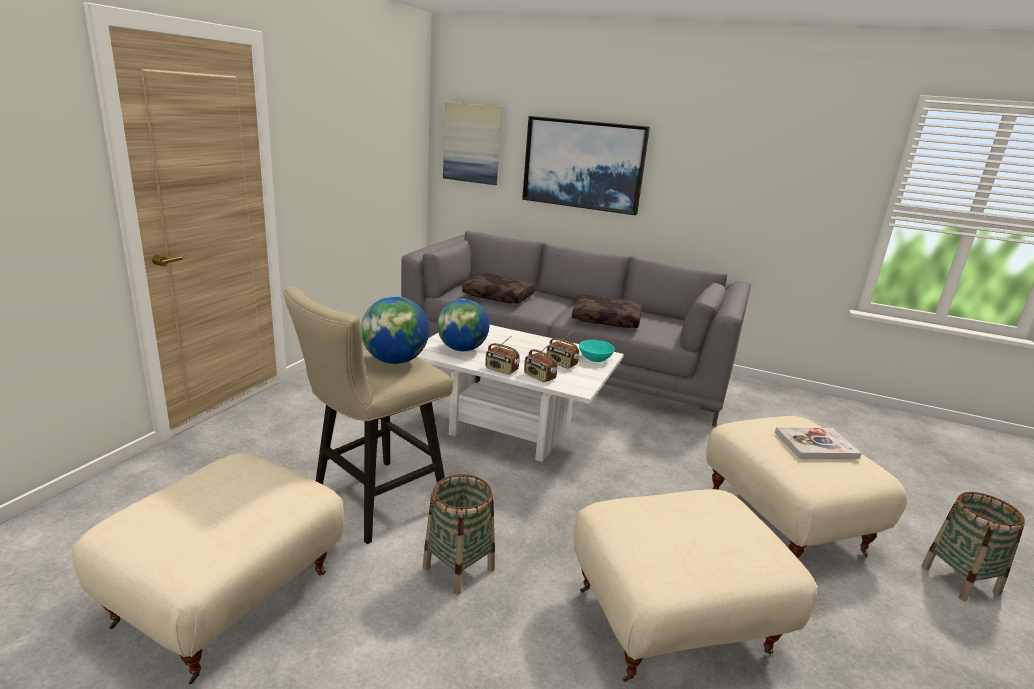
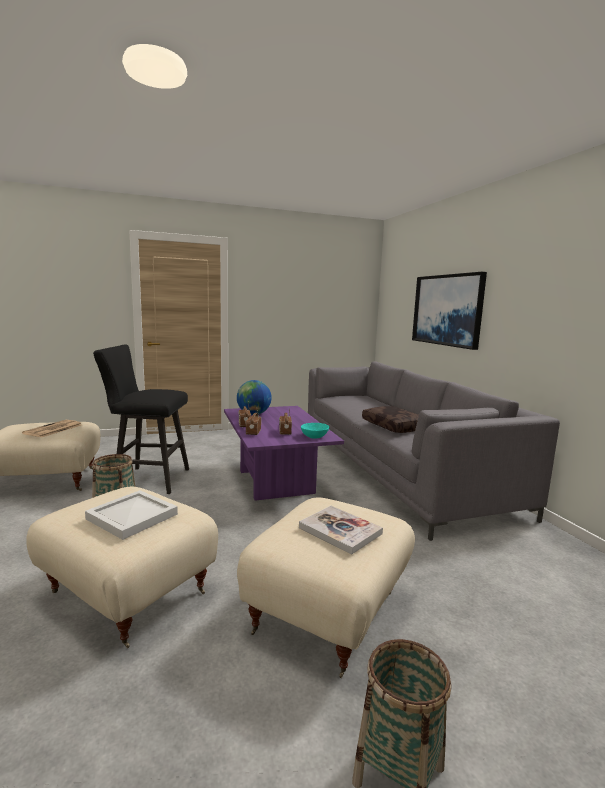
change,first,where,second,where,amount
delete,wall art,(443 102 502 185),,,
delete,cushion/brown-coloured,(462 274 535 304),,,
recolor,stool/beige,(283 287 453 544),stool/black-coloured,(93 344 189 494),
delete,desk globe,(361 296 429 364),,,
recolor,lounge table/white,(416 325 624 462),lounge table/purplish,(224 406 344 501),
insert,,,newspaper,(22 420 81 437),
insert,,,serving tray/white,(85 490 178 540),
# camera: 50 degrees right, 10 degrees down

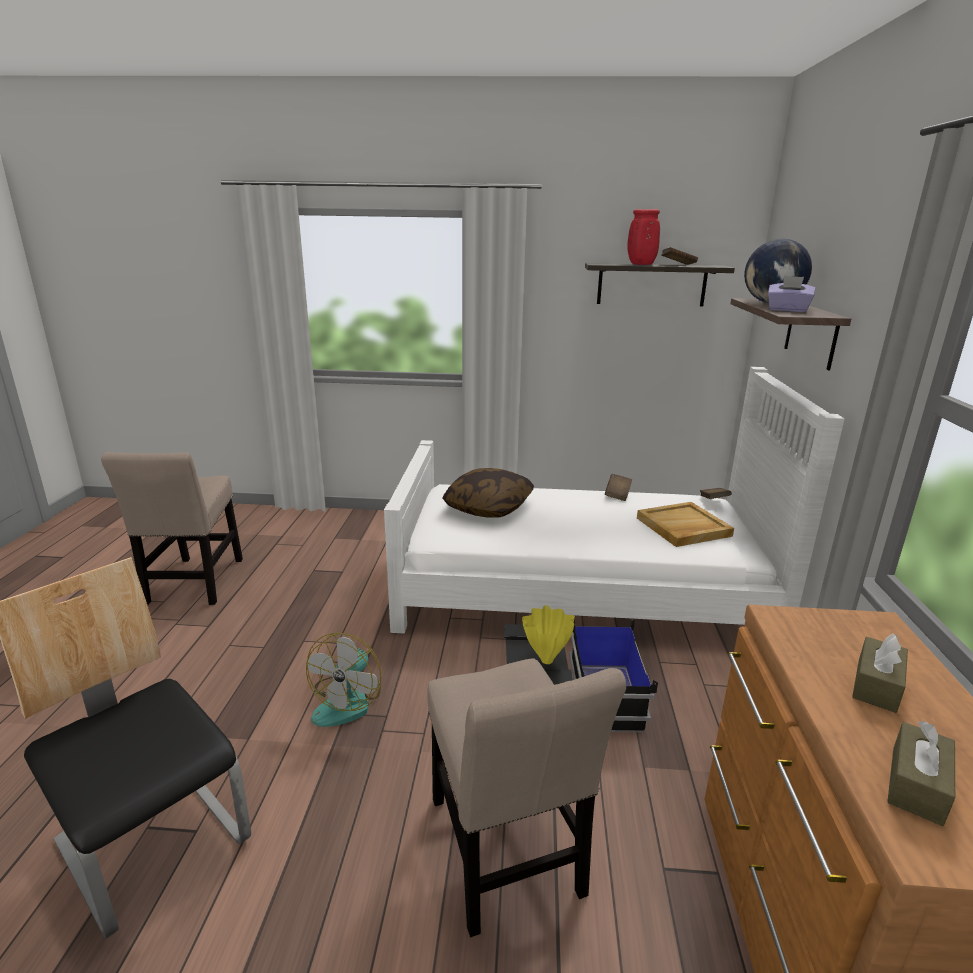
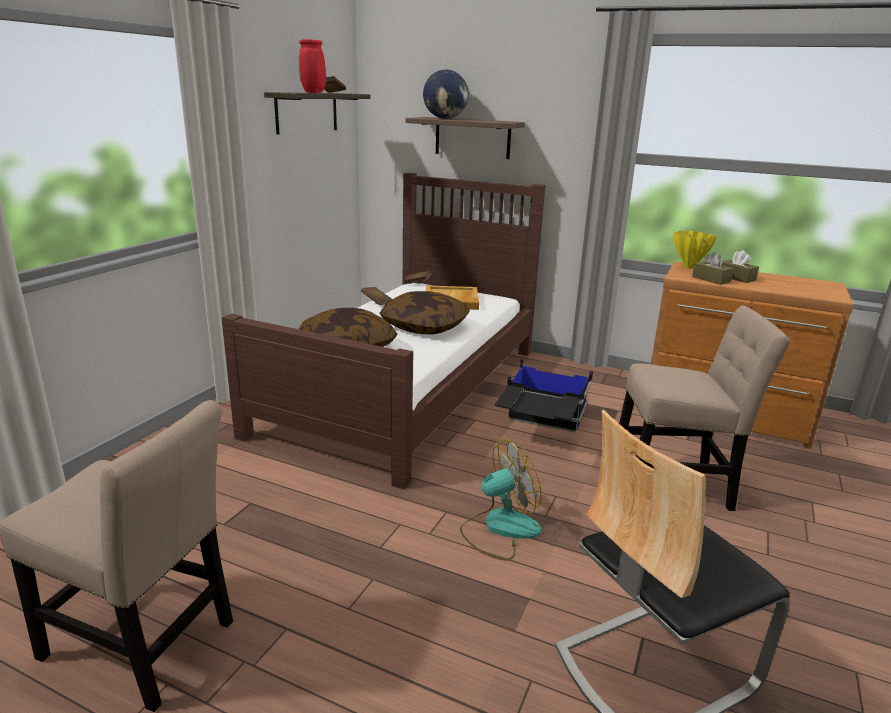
change,first,where,second,where,amount
delete,tissue holder/purplish,(768 276 815 312),,,
recolor,bedroom bed/white,(384 367 845 634),bedroom bed/brown-coloured,(222 173 545 490),
move,flower vase/yellowish,(522 605 575 664),,(674 230 717 269),
rotate,cooling fan,(306 633 381 727),,(460 439 542 560),60 degrees counterclockwise
move,tissue holder/brown-coloured,(887 721 955 826),,(692 252 734 285),
insert,,,cushion,(379 291 470 334),
# camera: 70 degrees left, 0 degrees up

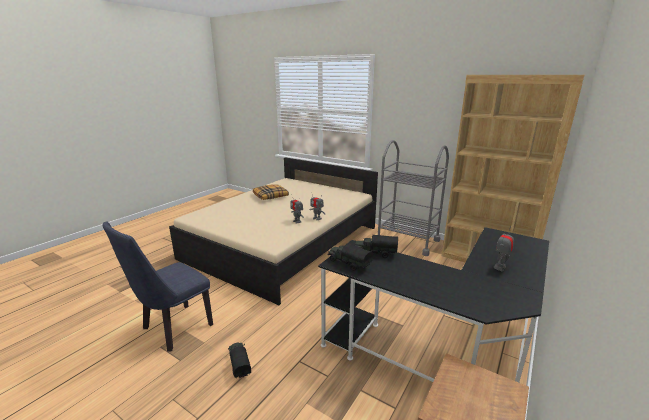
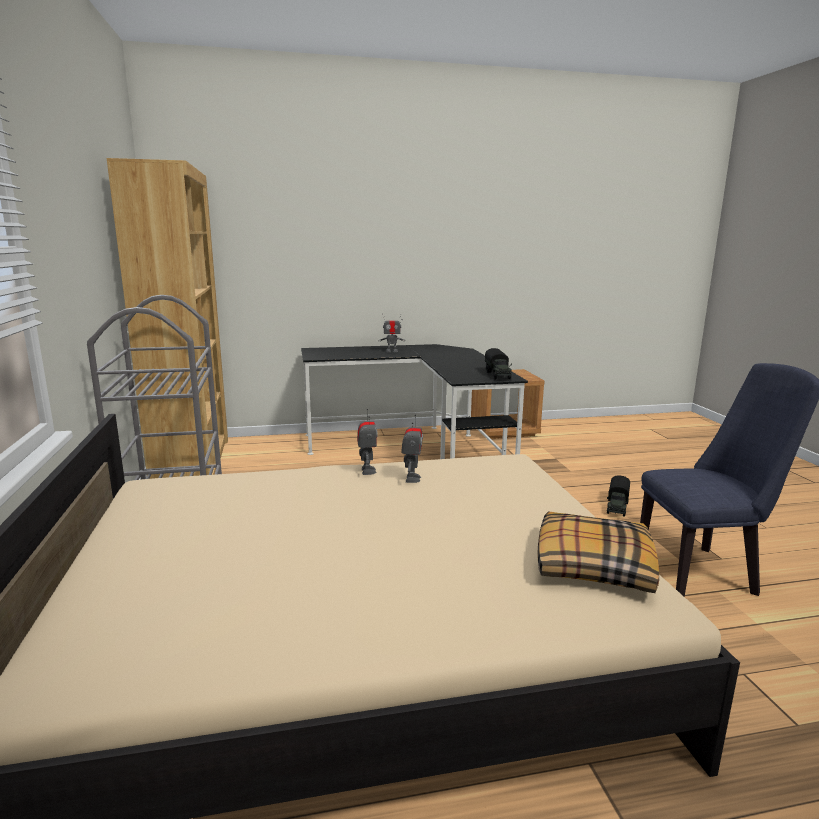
change,first,where,second,where,amount
move,cushion,(253 184 289 200),,(537 511 659 593),
delete,model truck,(354 235 398 258),,,
# camera: 135 degrees left, 5 degrees down

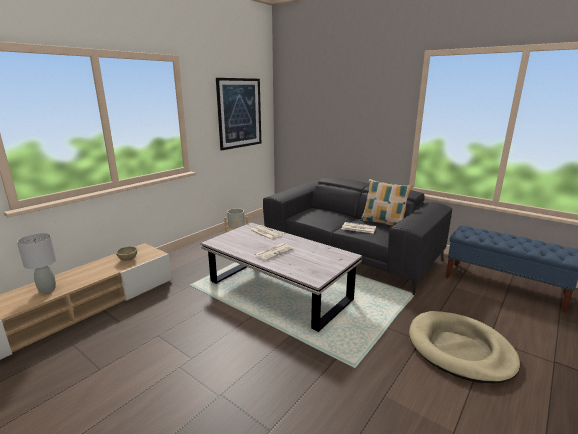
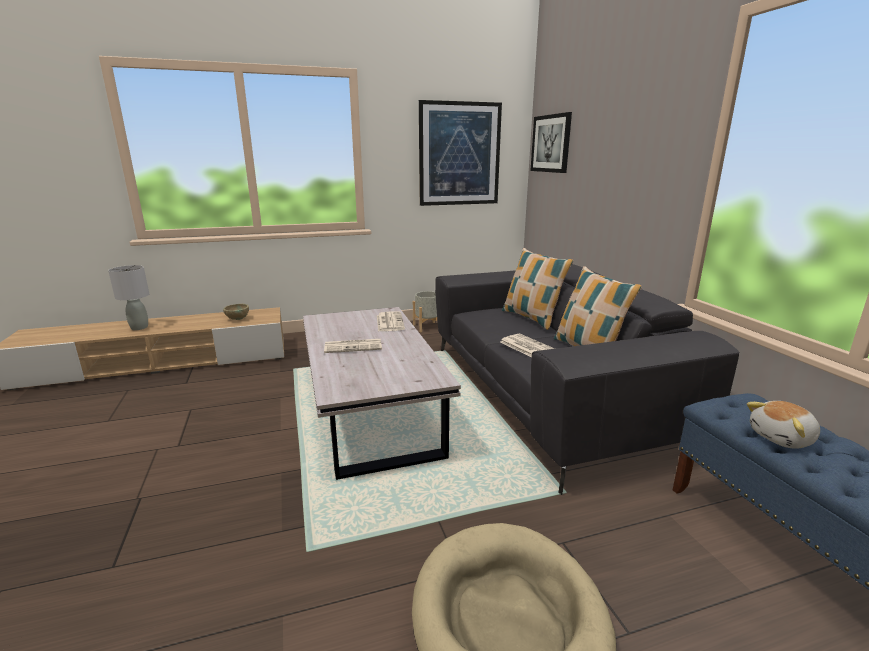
change,first,where,second,where,amount
insert,,,wall art,(531 112 572 173),
insert,,,cushion,(502 248 573 330),
insert,,,plush toy,(747 401 820 449),
# camera: 35 degrees right, 0 degrees up

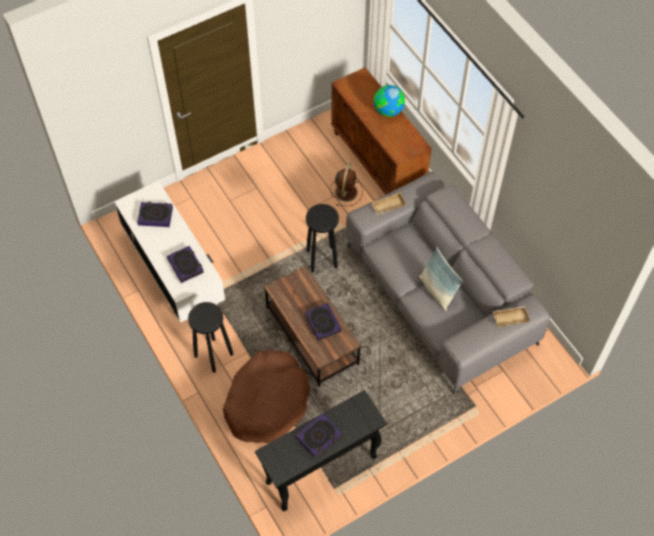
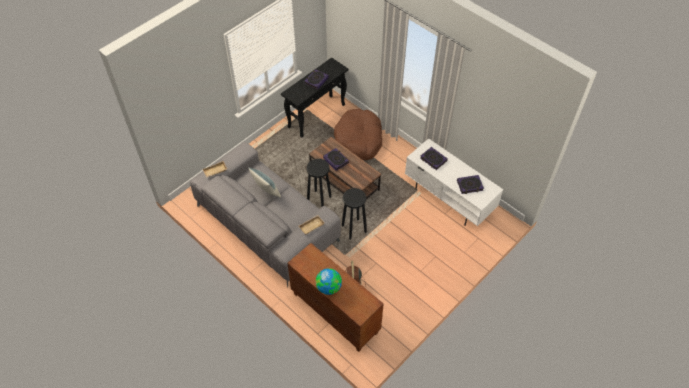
change,first,where,second,where,amount
move,stool/black-coloured,(188 302 233 373),,(307 159 331 207),
# camera: 165 degrees right, 5 degrees down

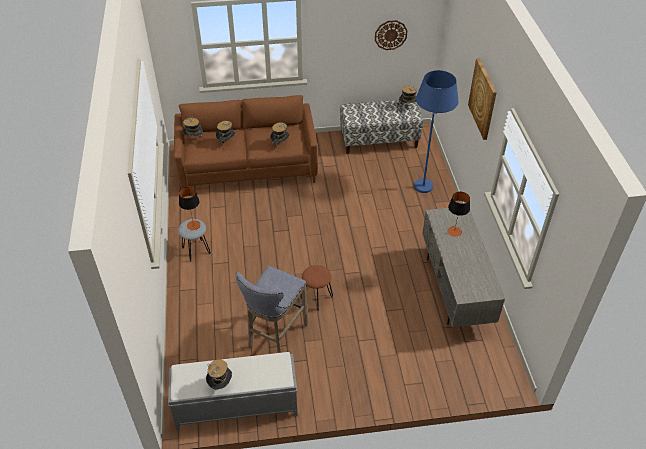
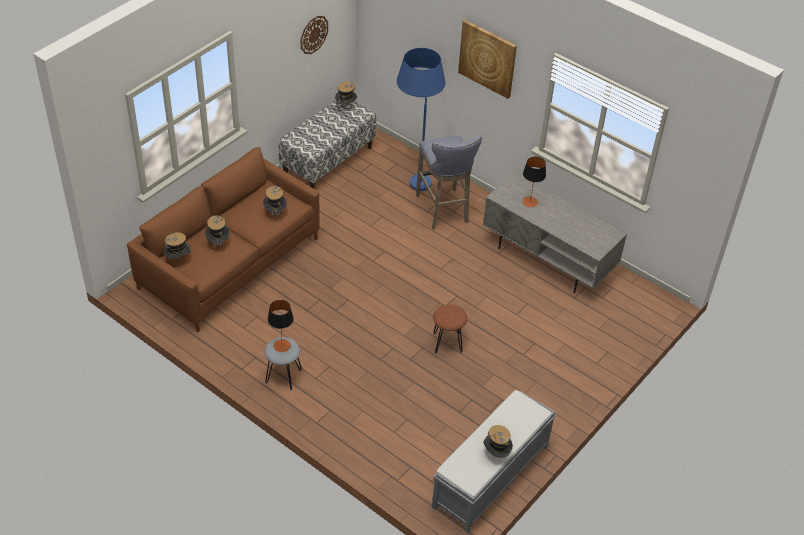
change,first,where,second,where,amount
move,stool/greyish,(235 266 308 353),,(416 135 482 229),
# camera: 45 degrees left, 0 degrees up

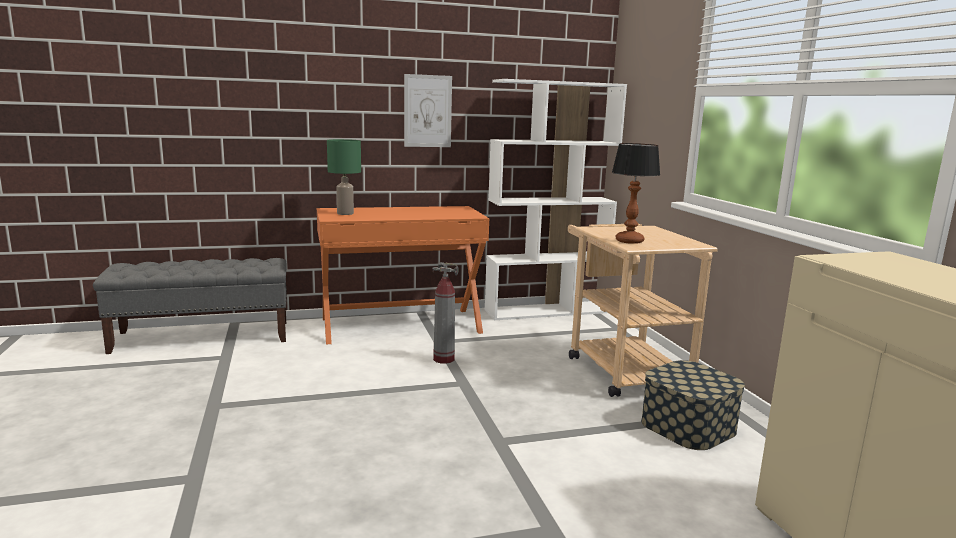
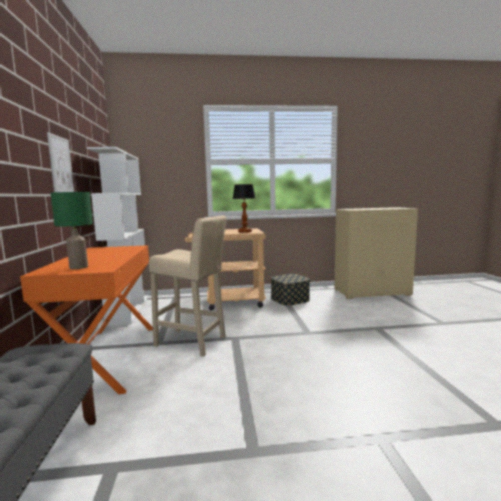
change,first,where,second,where,amount
replace,extinguisher,(432 262 459 364),stool/beige,(149 215 227 357),
# camera: 80 degrees left, 5 degrees down

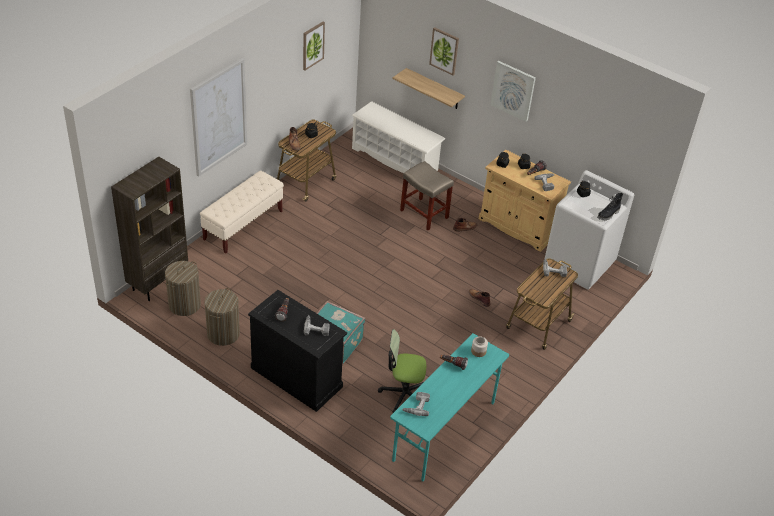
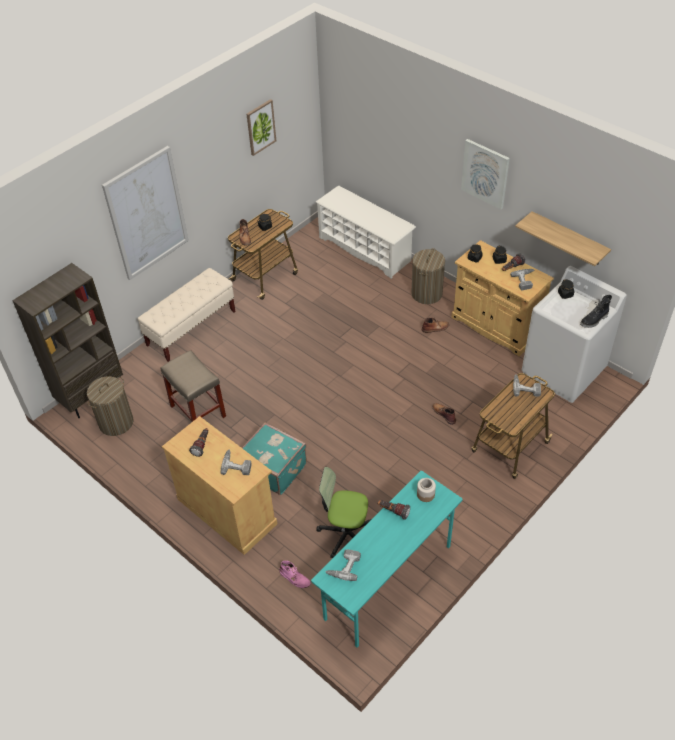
change,first,where,second,where,amount
delete,wall art,(429 27 459 75),,,
move,wall shelf,(393 68 465 109),,(515 211 611 266),
move,stool/beige,(400 161 454 230),,(161 350 226 422),
move,hamper,(204 288 240 346),,(411 248 445 304),
recolor,cabinet/black-coloured,(248 290 347 412),cabinet/beige,(162 416 277 555),
insert,,,high-top boot/pinkish,(279 561 311 588),
# camera: 10 degrees right, 5 degrees up

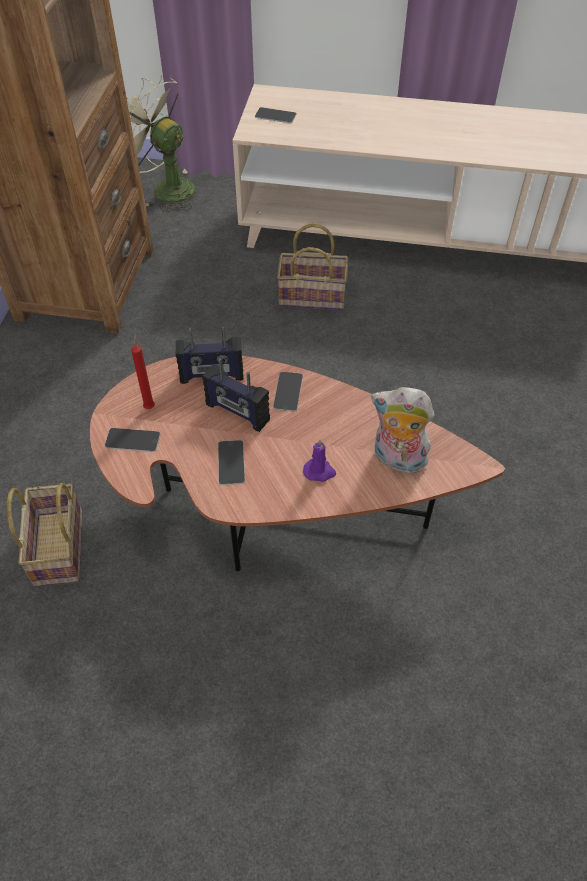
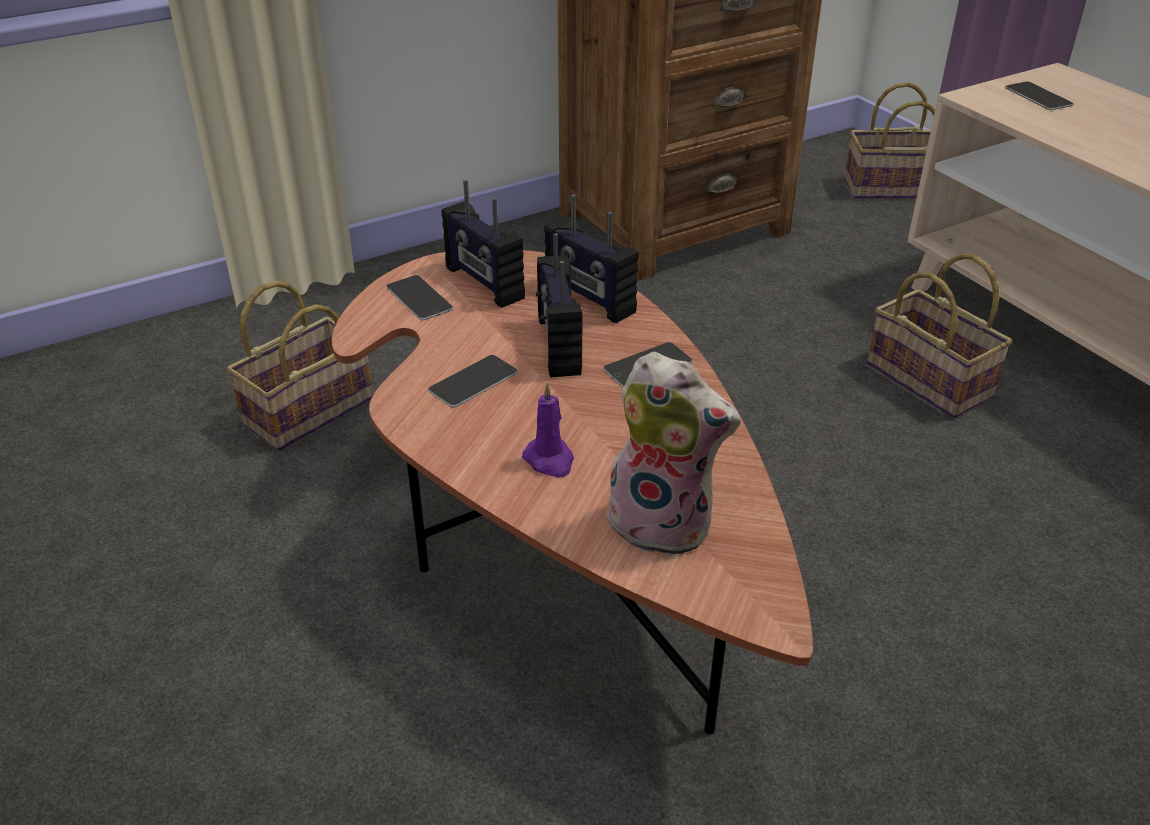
change,first,where,second,where,amount
replace,cooling fan/beige,(126 74 195 212),household basket,(844 82 935 199),
replace,candle/reddish,(131 334 155 409),radio,(442 180 525 308),
rotate,plush toy,(371 387 434 477),,(599 352 740 558),135 degrees clockwise
# camera: 50 degrees right, 15 degrees down

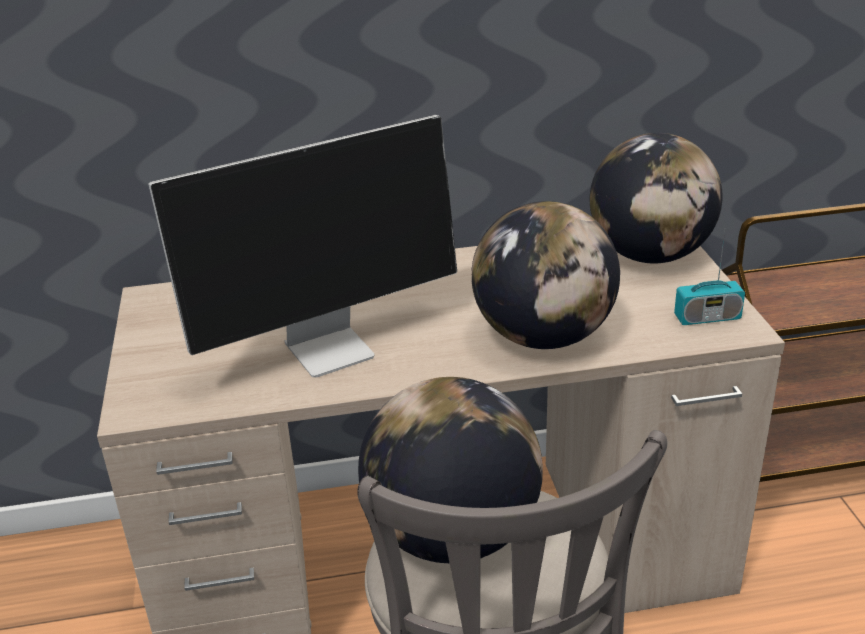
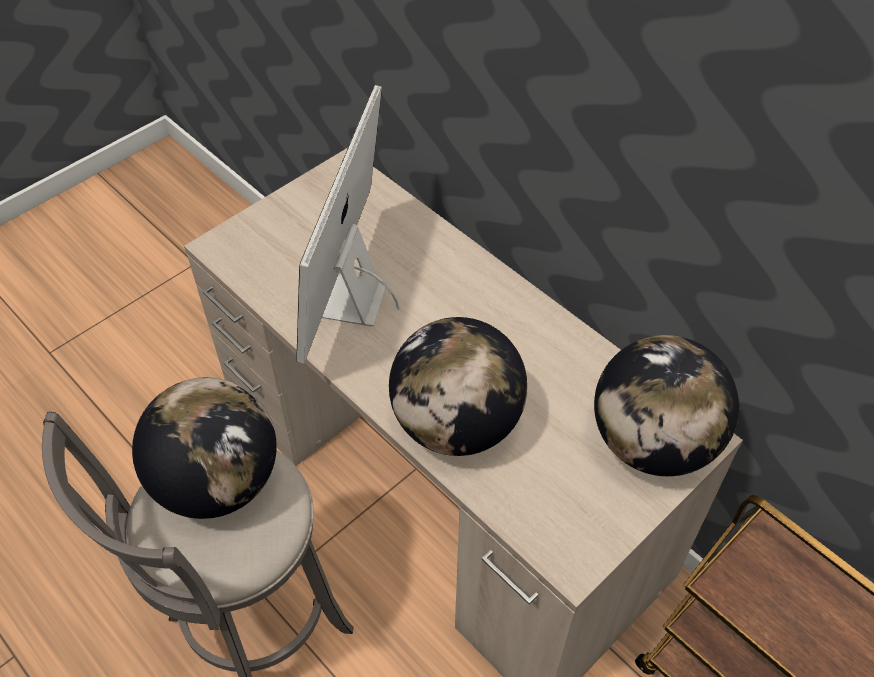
change,first,where,second,where,amount
rotate,monitor,(148 115 457 377),,(296 85 400 364),75 degrees clockwise
delete,radio,(674 232 745 325),,,
# camera: 55 degrees right, 20 degrees up

